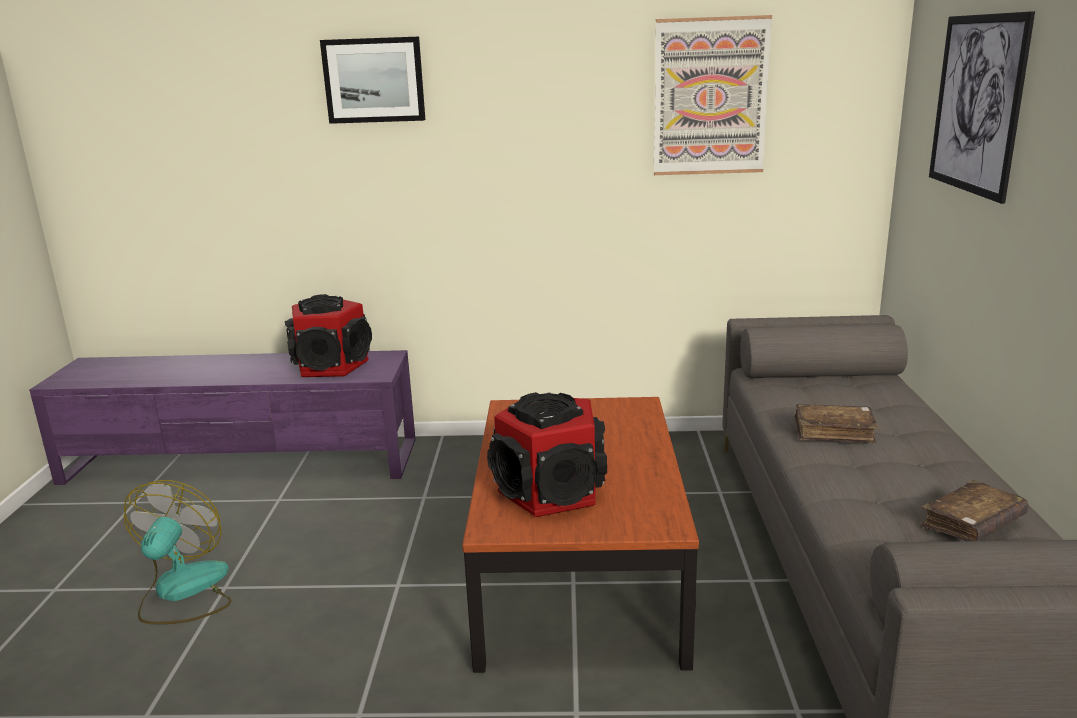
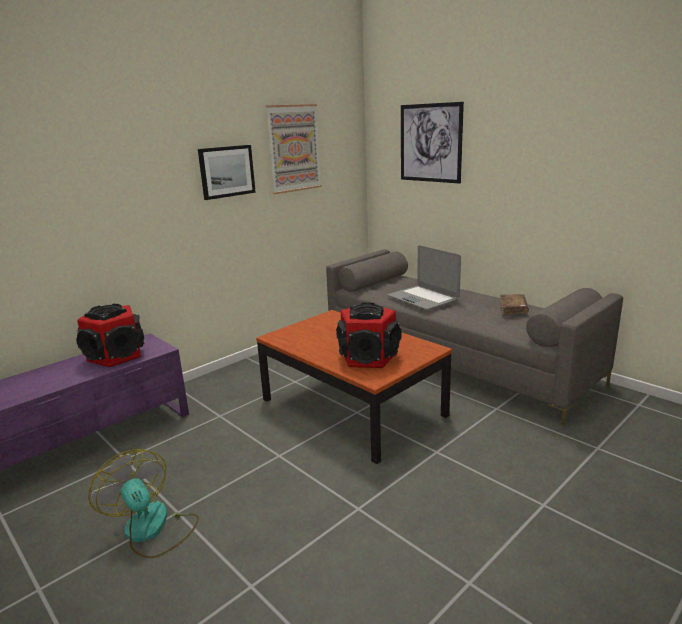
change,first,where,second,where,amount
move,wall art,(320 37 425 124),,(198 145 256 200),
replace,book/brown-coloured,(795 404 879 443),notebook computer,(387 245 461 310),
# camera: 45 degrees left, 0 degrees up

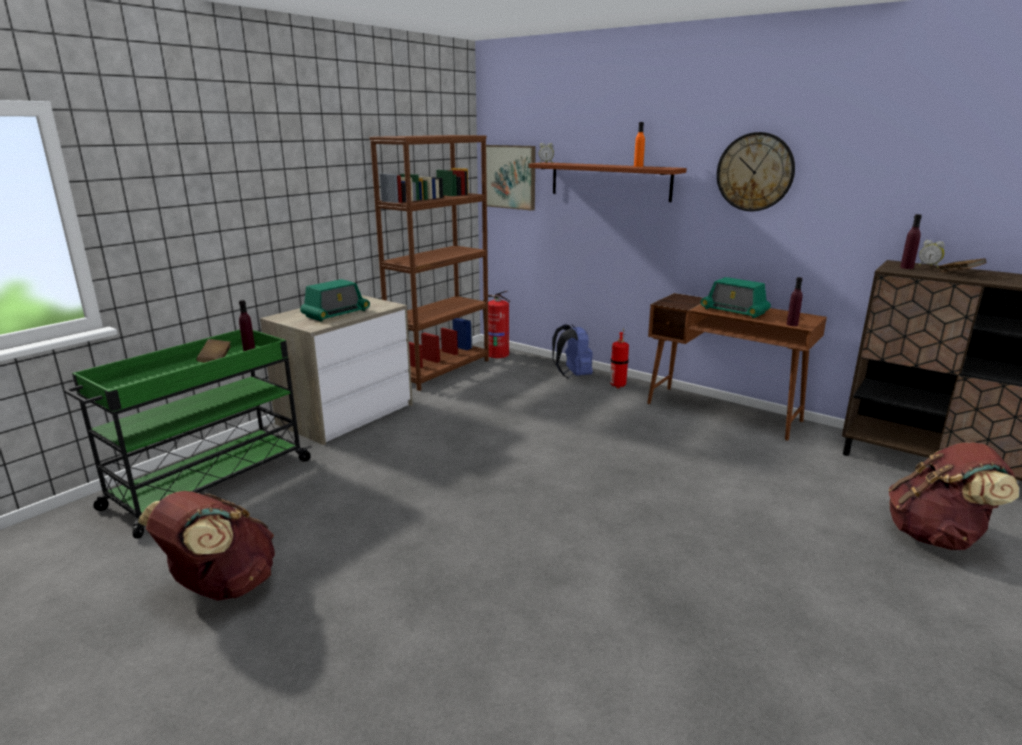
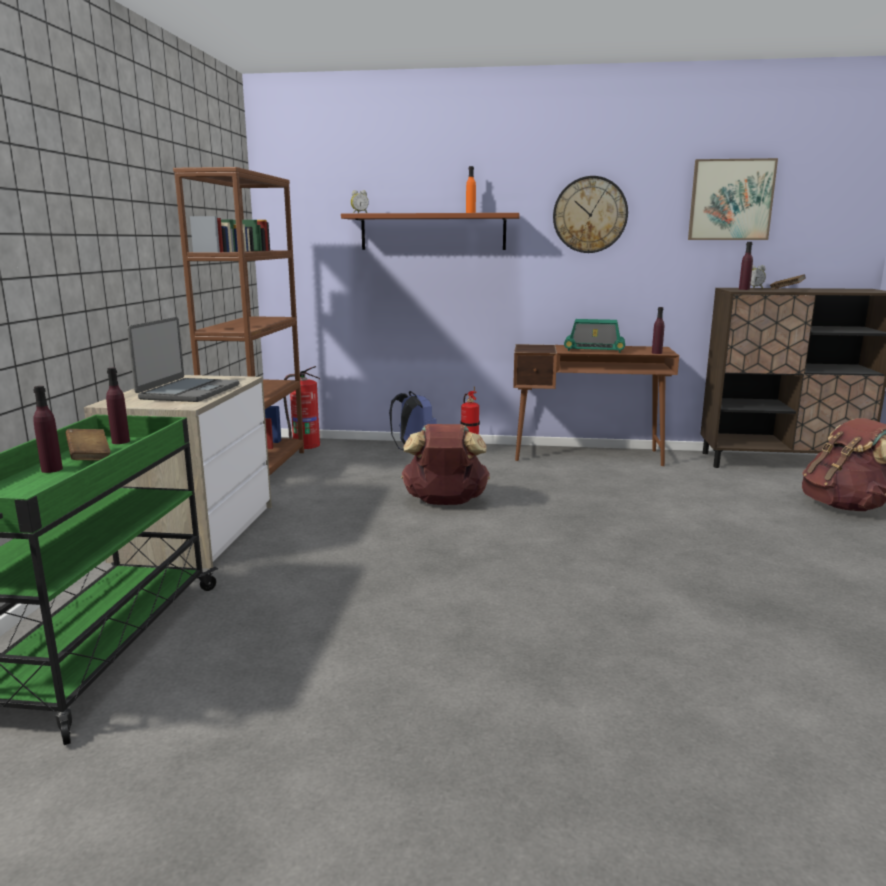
change,first,where,second,where,amount
move,wall art,(486 145 536 211),,(688 158 778 240),
replace,radio,(300 279 370 322),notebook computer,(127 317 239 402),
move,backpack/brown-coloured,(138 491 275 601),,(401 424 490 505),
insert,,,beverage bottle/purplish,(33 386 63 473),
# camera: 30 degrees left, 5 degrees down

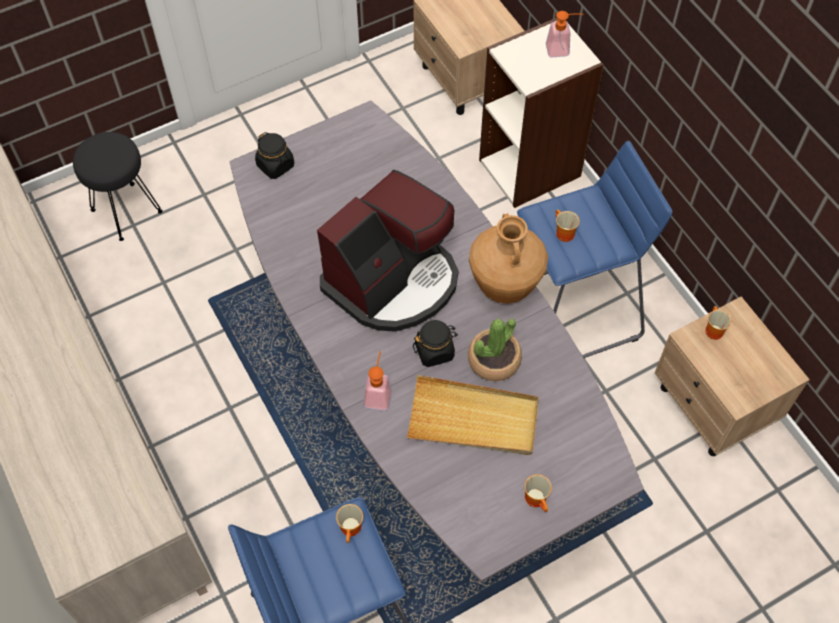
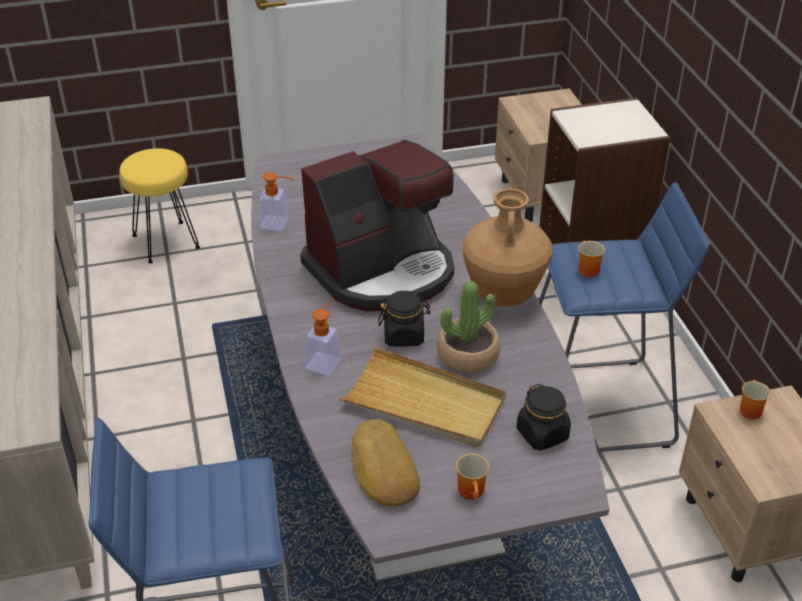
change,first,where,second,where,amount
move,soap bottle,(546 11 583 58),,(260 172 295 231),
recolor,stool/black-coloured,(73 132 163 241),stool/yellowish,(119 148 200 263),
move,preserve jar/black-coloured,(255 132 294 179),,(516 384 571 451),
delete,coffee mug,(336 504 363 543),,,
insert,,,bread,(351 419 420 507),
# camera: 15 degrees right, 20 degrees down

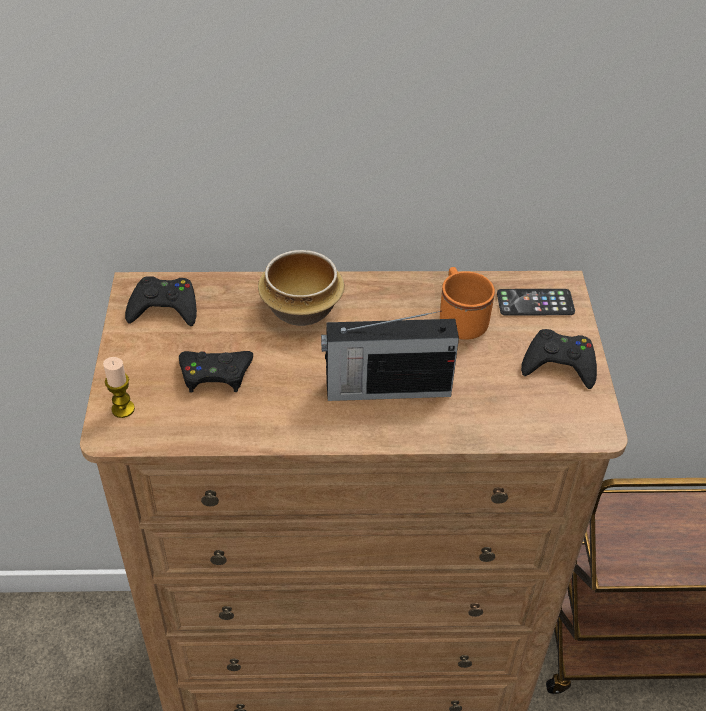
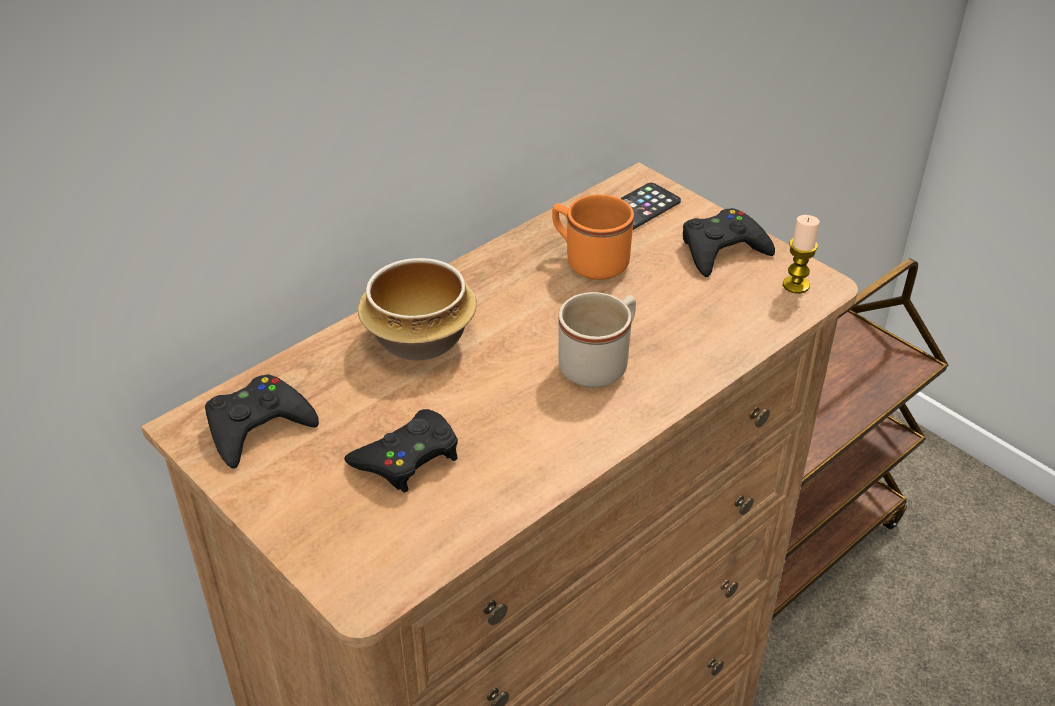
change,first,where,second,where,amount
replace,radio,(321 311 459 401),coffee mug/beige,(558 292 636 388),
move,candle,(103 357 135 418),,(783 215 820 294),
# camera: 40 degrees left, 5 degrees down

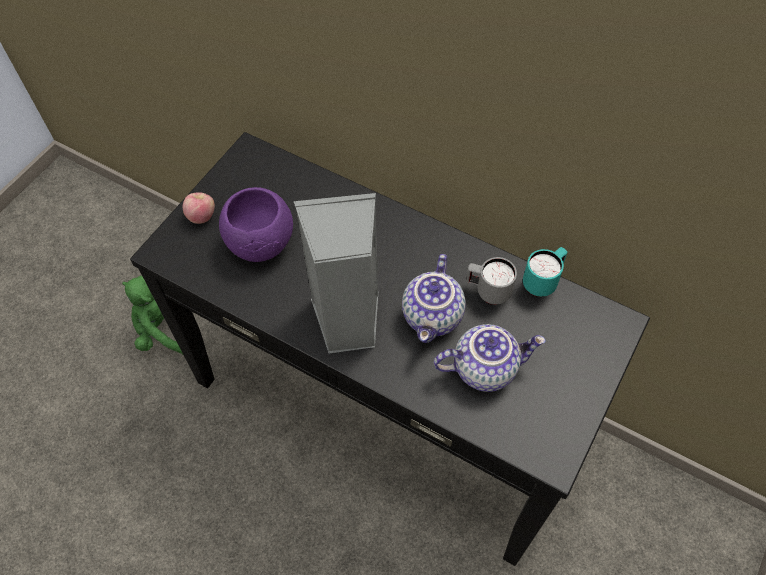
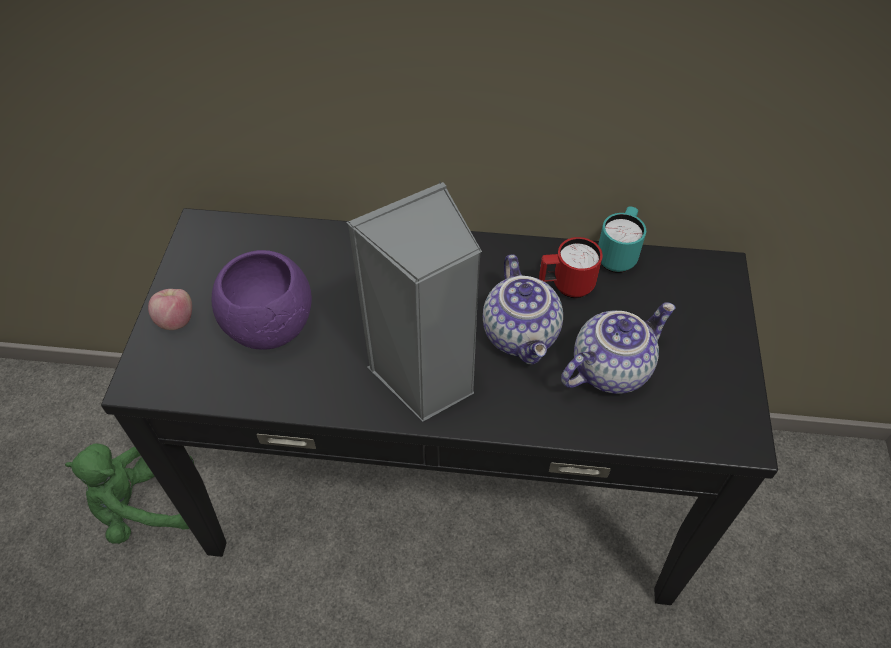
change,first,where,second,where,amount
recolor,coffee mug/greyish,(466 257 517 305),coffee mug/reddish,(539 237 603 298),
# camera: 25 degrees left, 5 degrees down

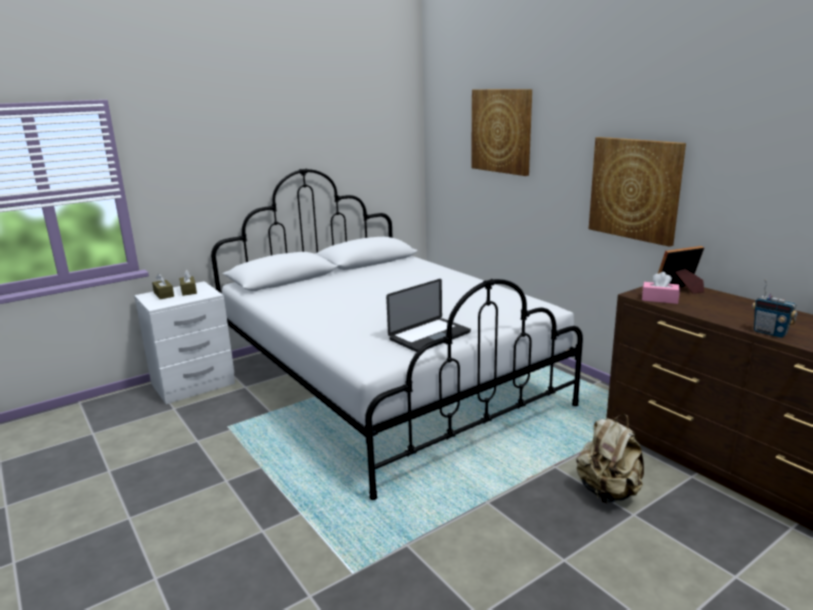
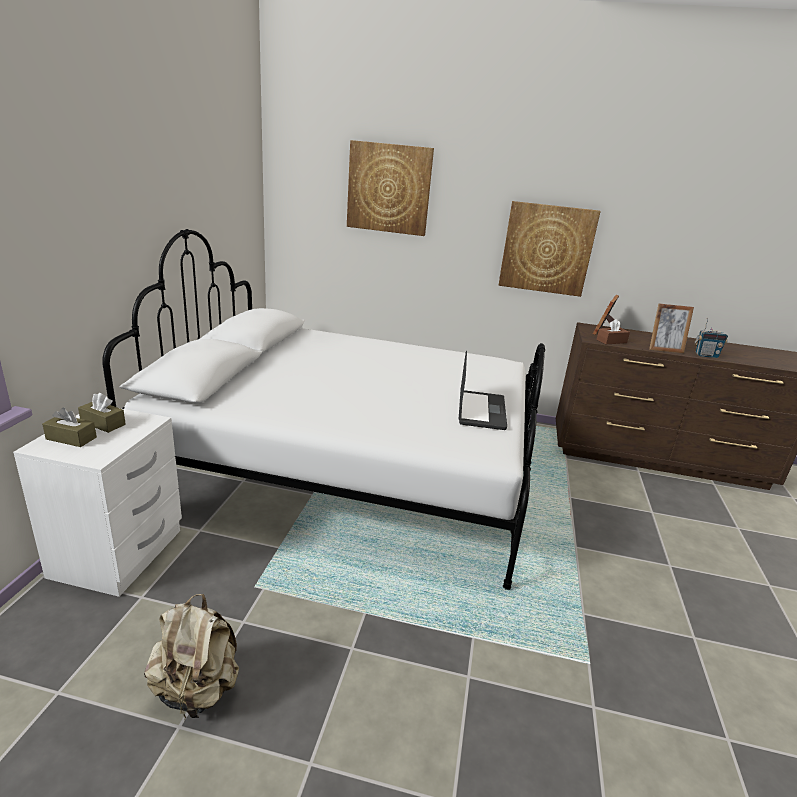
change,first,where,second,where,amount
recolor,tissue holder/pinkish,(642 272 680 304),tissue holder/brown-coloured,(597 319 630 344),
move,backpack/beige,(576 415 644 503),,(144 594 239 719),
insert,,,photo frame,(649 303 694 353),
# camera: 45 degrees left, 5 degrees up

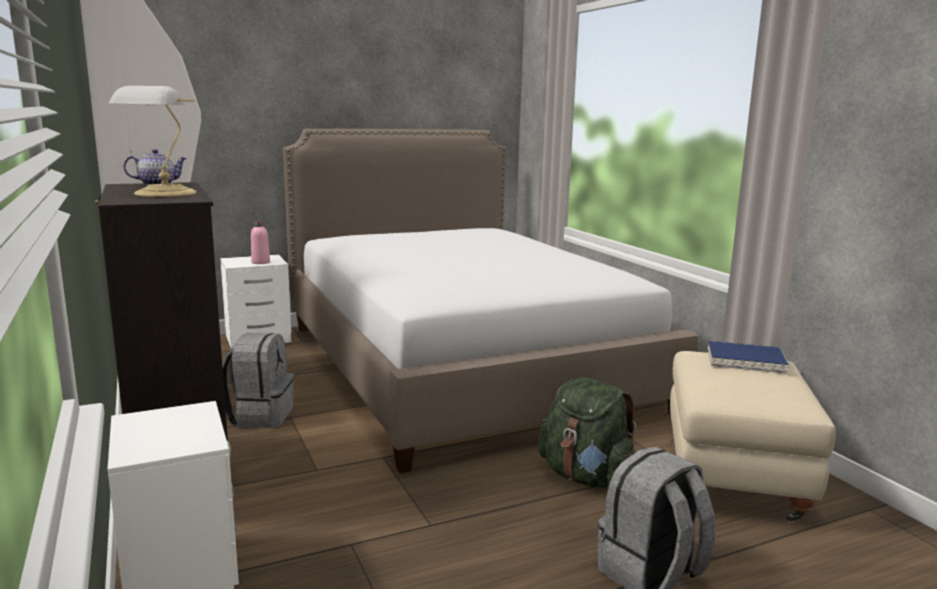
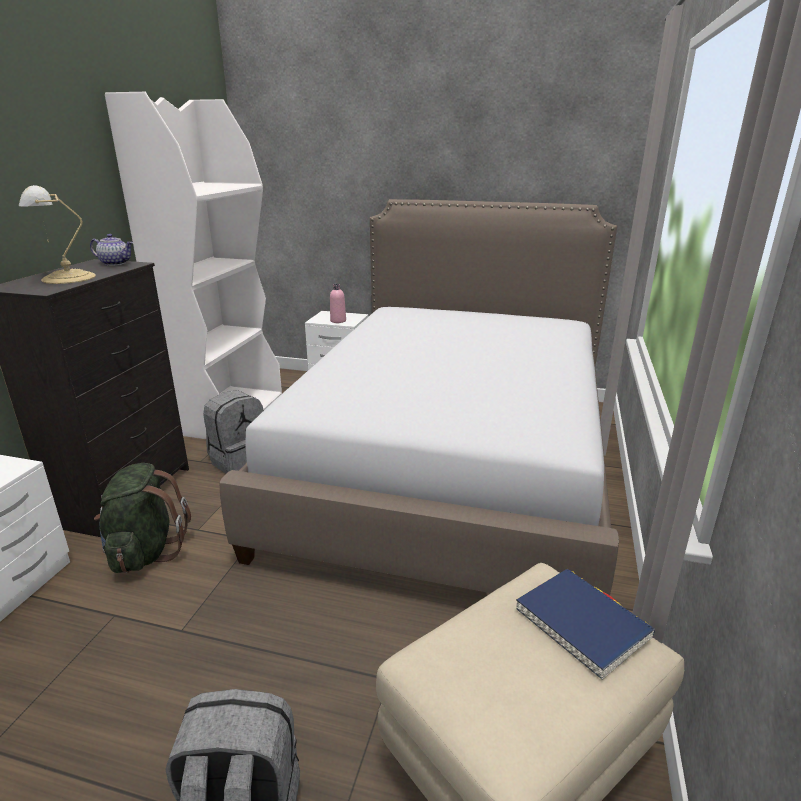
change,first,where,second,where,amount
move,backpack/greenish,(538 377 636 488),,(94 463 191 573),
# camera: 40 degrees right, 10 degrees up

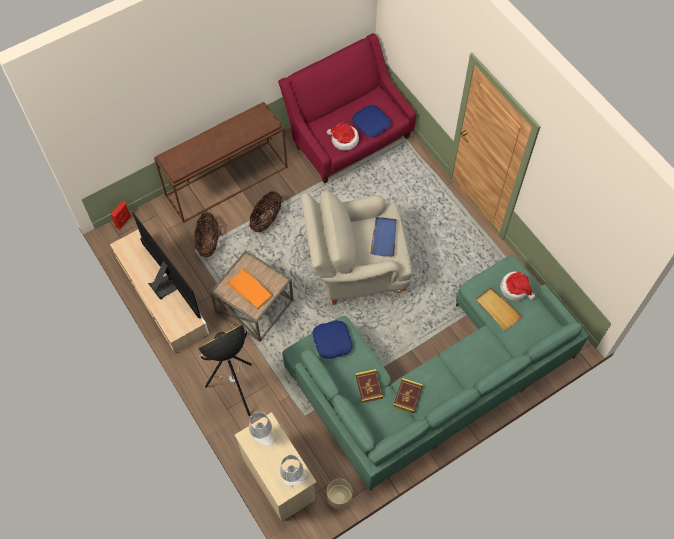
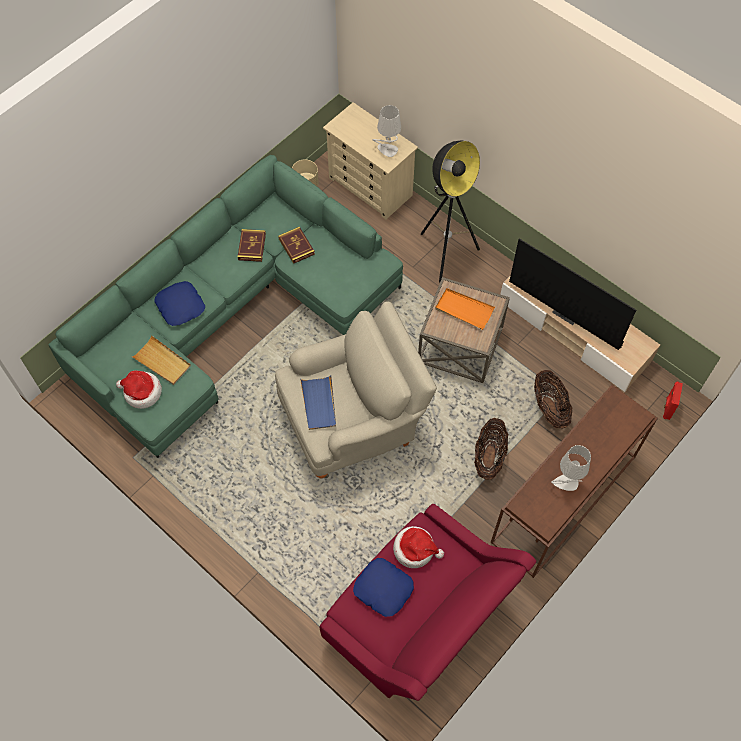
change,first,where,second,where,amount
move,cushion/blue,(312 321 353 359),,(154 281 205 326),
move,tabletop lamp/greyish,(280 455 309 486),,(551 445 591 491),
# camera: 165 degrees right, 0 degrees up

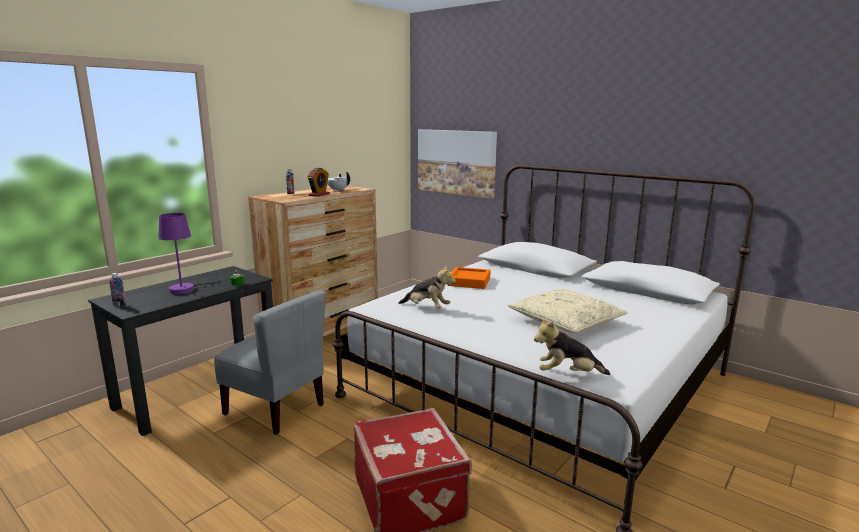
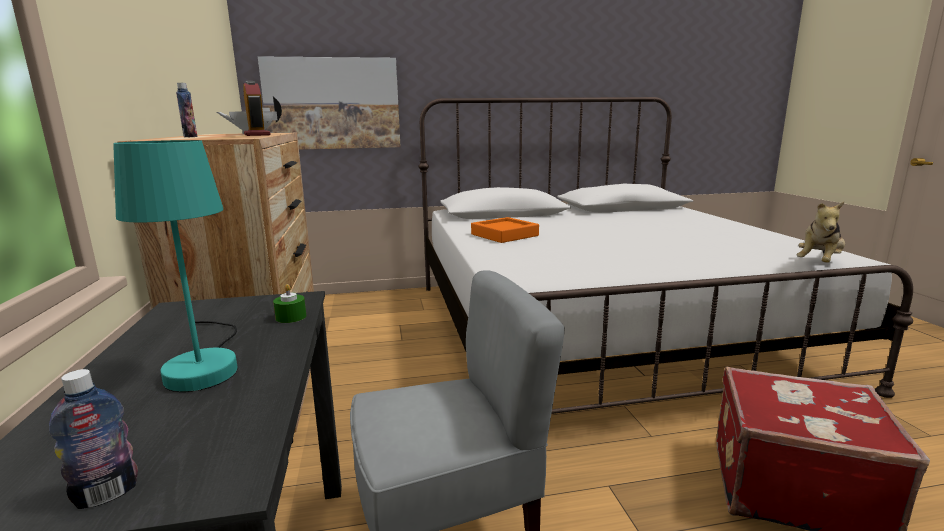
change,first,where,second,where,amount
recolor,tabletop lamp/purplish,(158 213 222 295),tabletop lamp/turquoise,(113 140 238 392),
delete,plush toy,(398 265 456 308),,,
delete,cushion/beige,(508 289 628 333),,,
# camera: 50 degrees left, 0 degrees up

